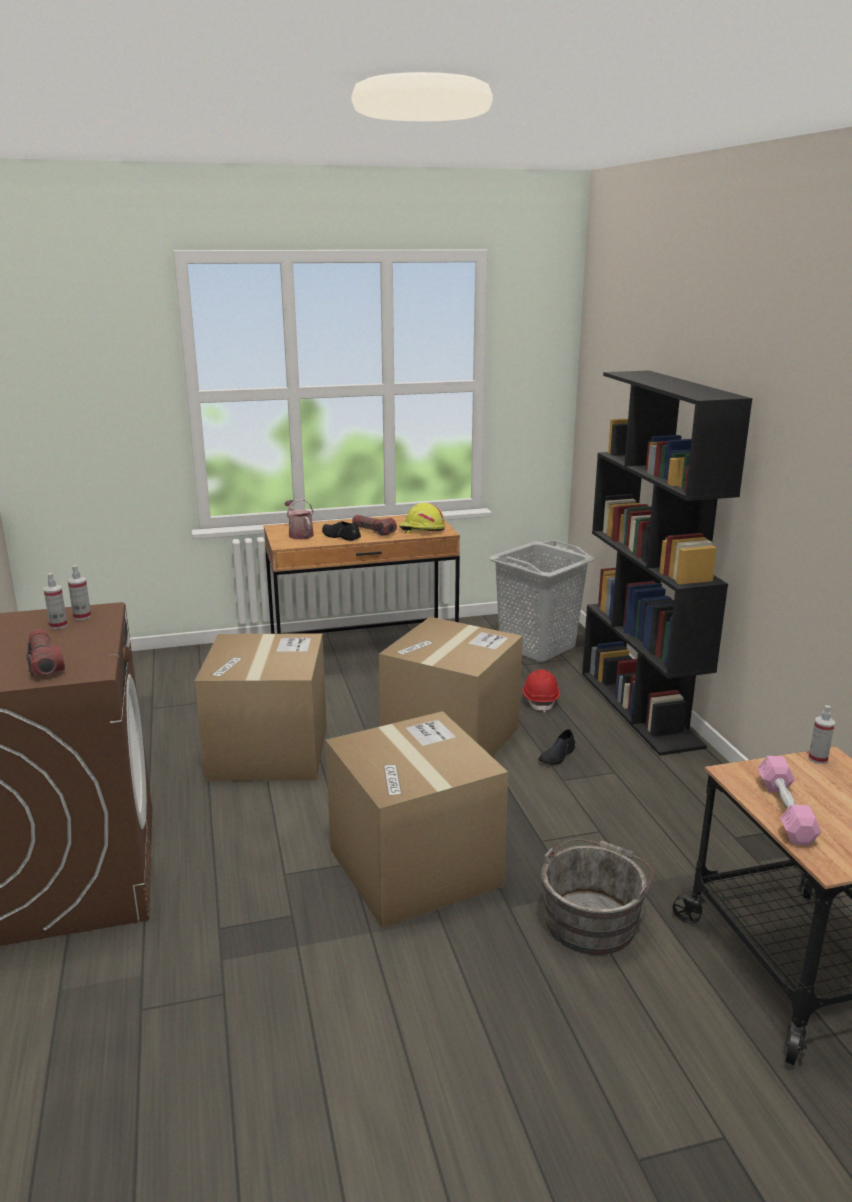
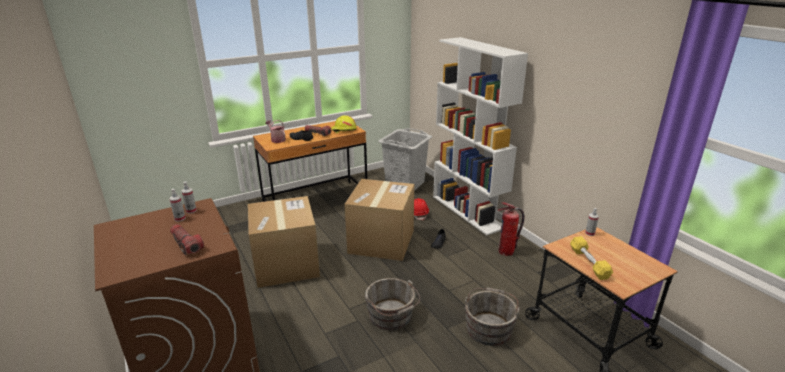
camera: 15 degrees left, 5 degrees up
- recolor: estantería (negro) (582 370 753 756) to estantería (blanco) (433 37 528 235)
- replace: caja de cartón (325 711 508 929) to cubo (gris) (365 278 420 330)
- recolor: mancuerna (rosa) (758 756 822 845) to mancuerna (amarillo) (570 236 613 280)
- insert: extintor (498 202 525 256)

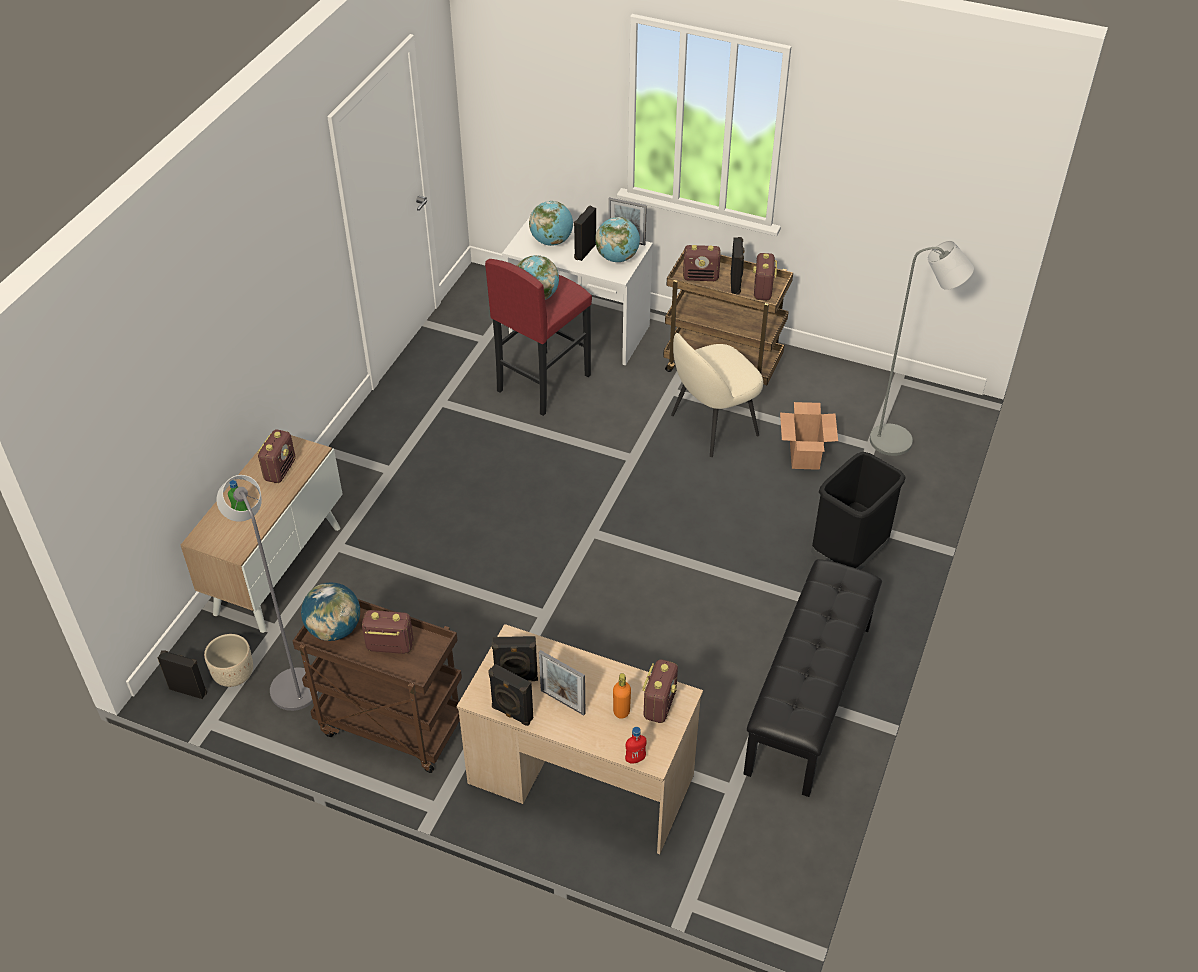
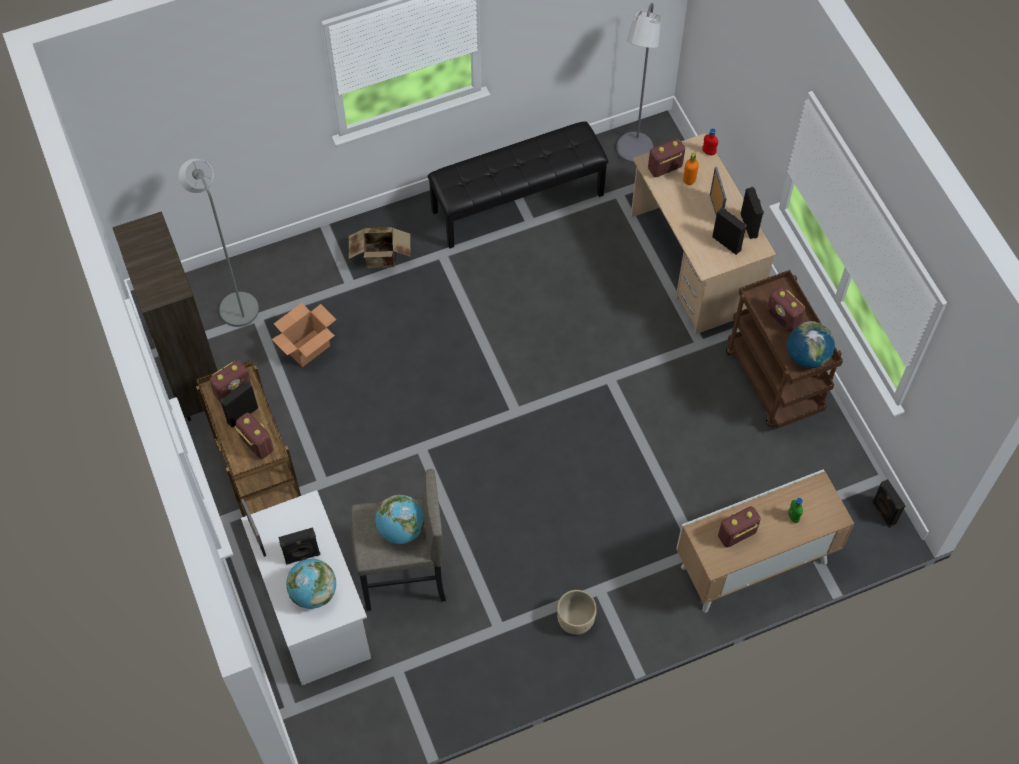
camera: 135 degrees left, 15 degrees up
- delete: globo terráqueo (595 217 640 262)
- recolor: taburete (rojo) (485 259 592 416) to taburete (gris) (351 469 446 611)
- delete: silla (beis) (671 333 763 457)
- replace: papelera (negro) (811 452 905 570) to caja de cartón (349 227 411 268)
- move: lámpara de pie (gris) (217 475 320 711) to (616 3 662 163)
- move: maceta (beis) (204 634 253 687) to (557 590 597 635)
- insert: estantería (marrón) (112 212 218 421)

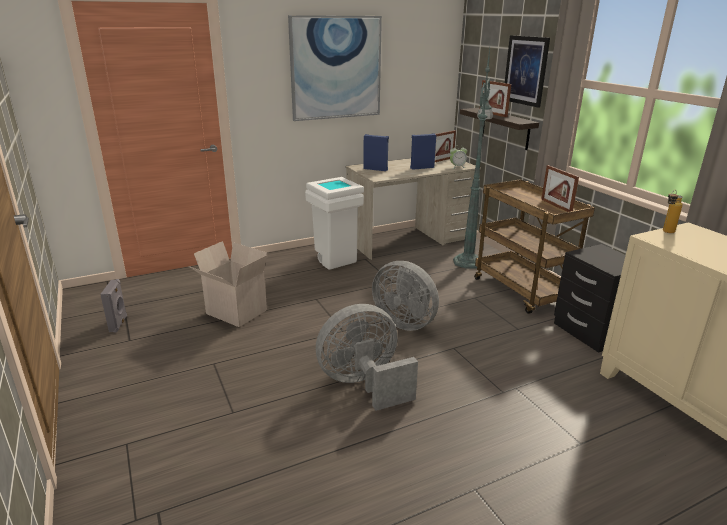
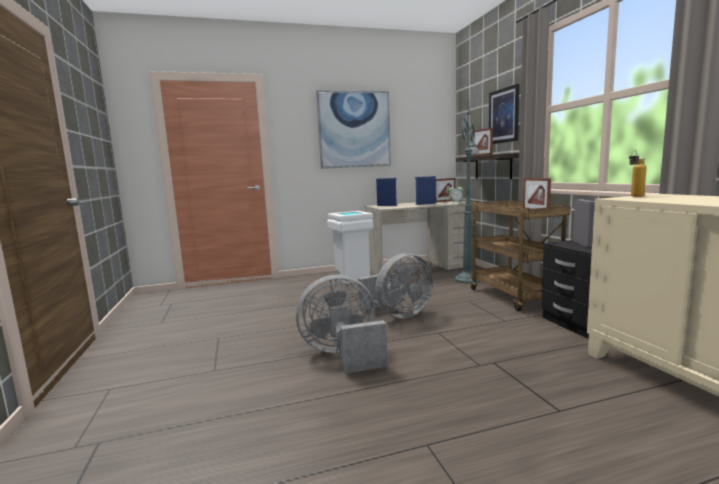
camera: 10 degrees right, 15 degrees down
- delete: caja de cartón (188 241 267 327)
- rotate: ventilador (gris) (372 261 439 331) = (358 253 433 318) 75 degrees counterclockwise
- move: altavoz (gris) (100 279 127 332) to (573 199 595 247)

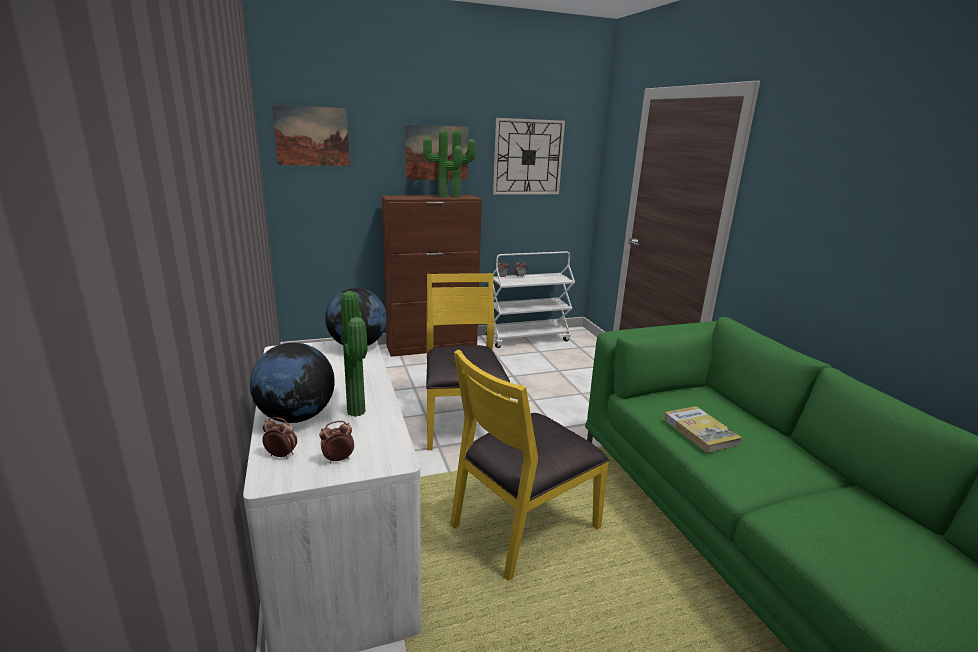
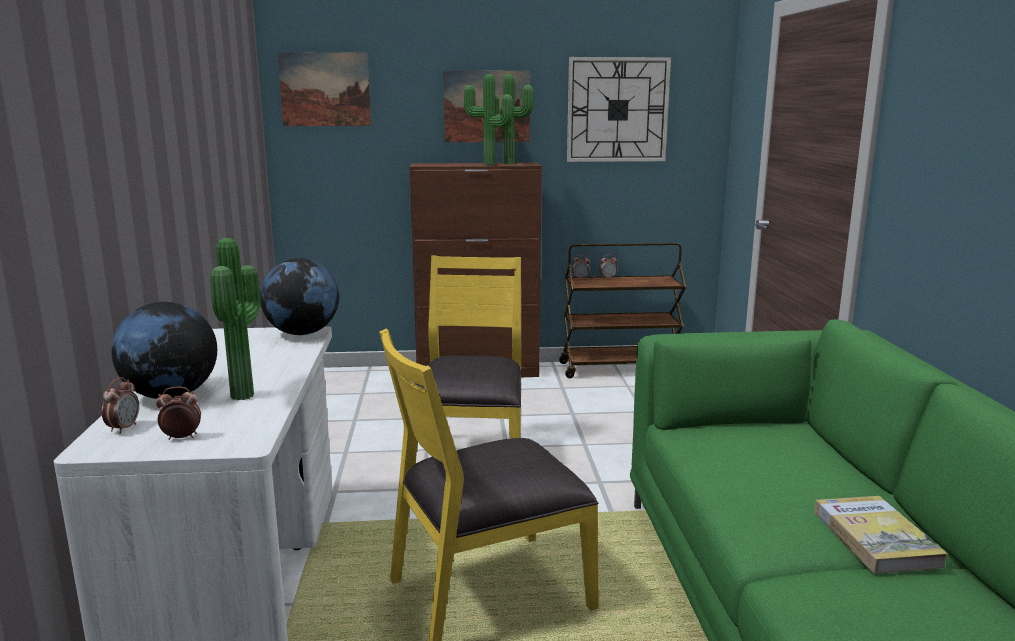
camera: 15 degrees right, 5 degrees down
- recolor: carrito (blanco) (486 251 575 348) to carrito (marrón) (559 243 686 378)
- move: libro (664 406 742 453) to (814 496 948 574)
- rotate: despertador (262 417 297 459) = (102 377 139 434) 75 degrees clockwise

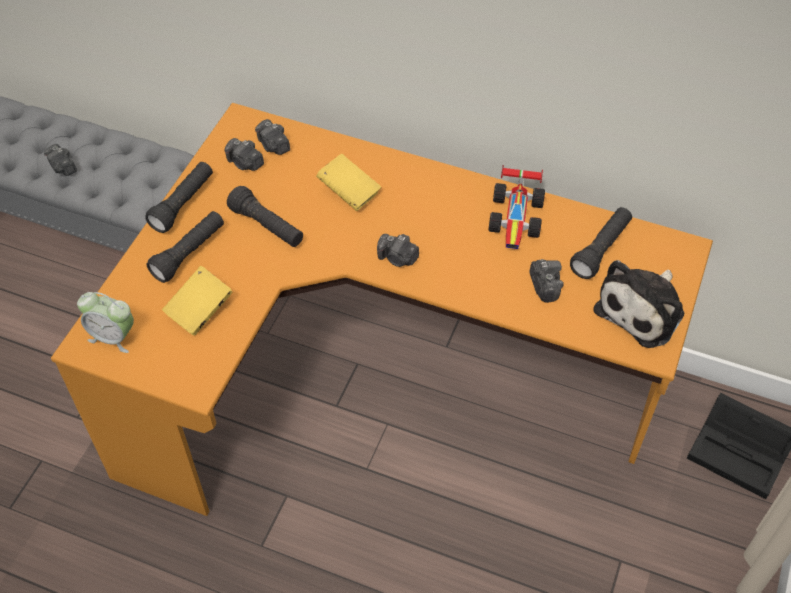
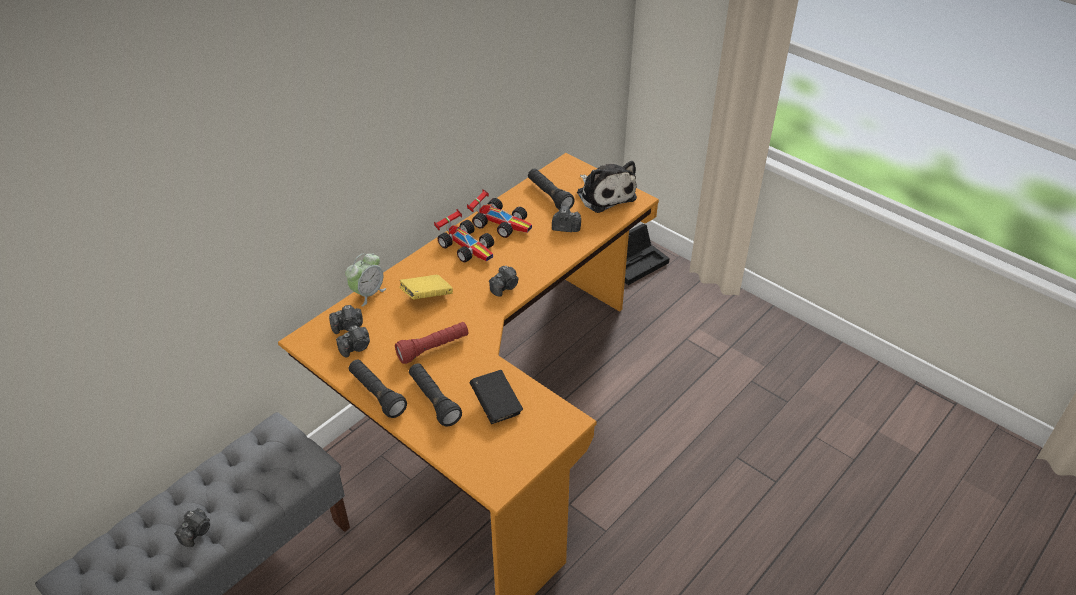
camera: 70 degrees left, 10 degrees down
- rotate: cámara (44 144 77 176) = (175 508 210 547) 45 degrees counterclockwise
- recolor: linterna (negro) (227 186 303 247) to linterna (rojo) (395 322 468 364)
- recolor: libro (amarillo) (162 266 232 336) to libro (negro) (469 370 523 424)
- move: despertador (77 292 134 353) to (345 253 386 306)
- insert: coche de juguete (434 209 494 262)

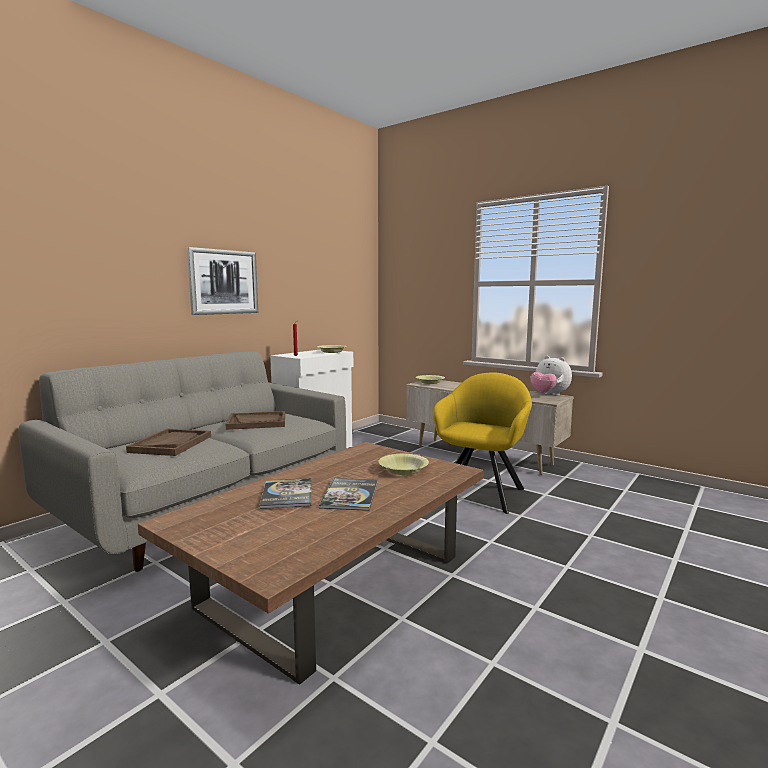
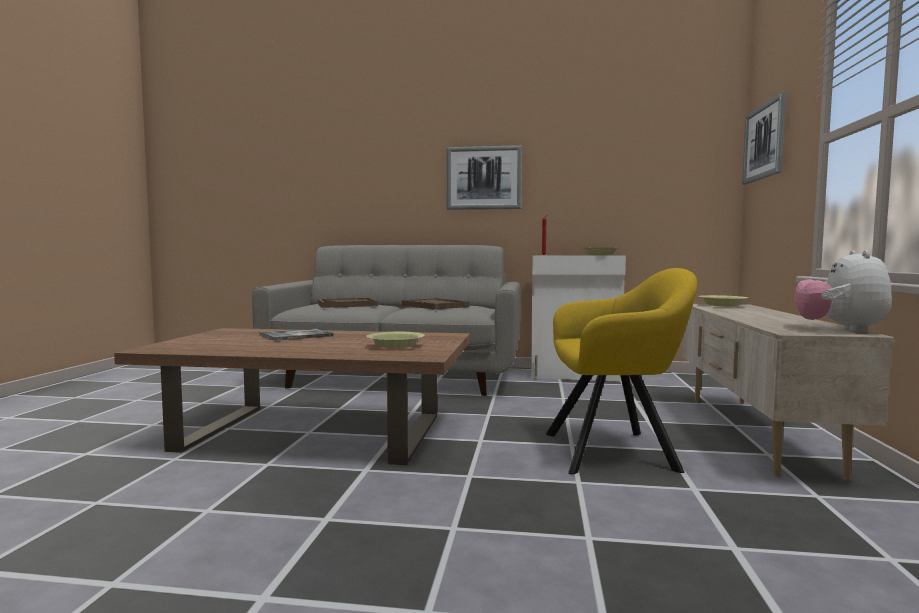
camera: 60 degrees right, 5 degrees down
- delete: libro (319 478 378 511)
- insert: cuadro (742 92 786 185)

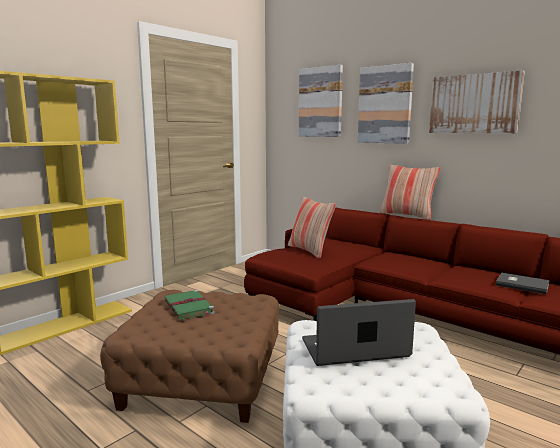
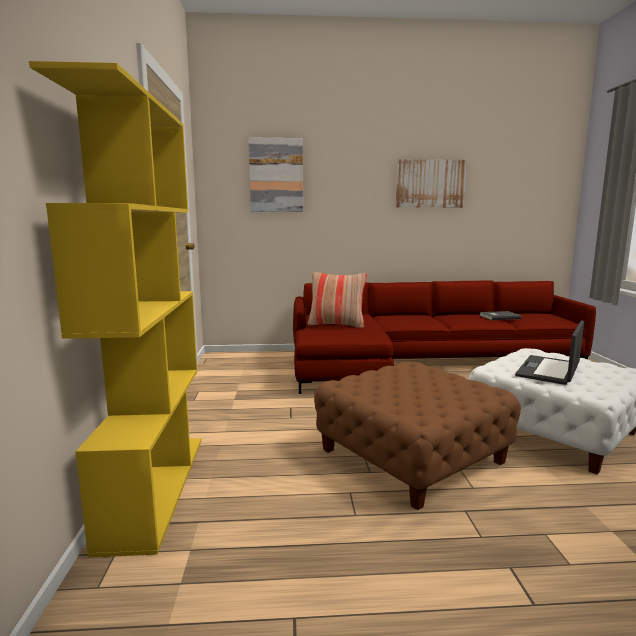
camera: 45 degrees left, 0 degrees up
- delete: cuadro (358 63 414 144)
- delete: cojín (379 165 440 220)
- delete: libro (verde) (164 290 215 319)

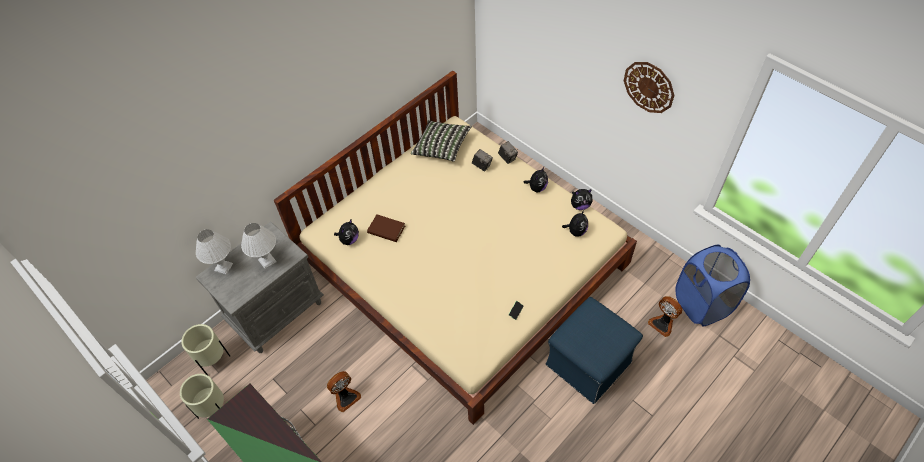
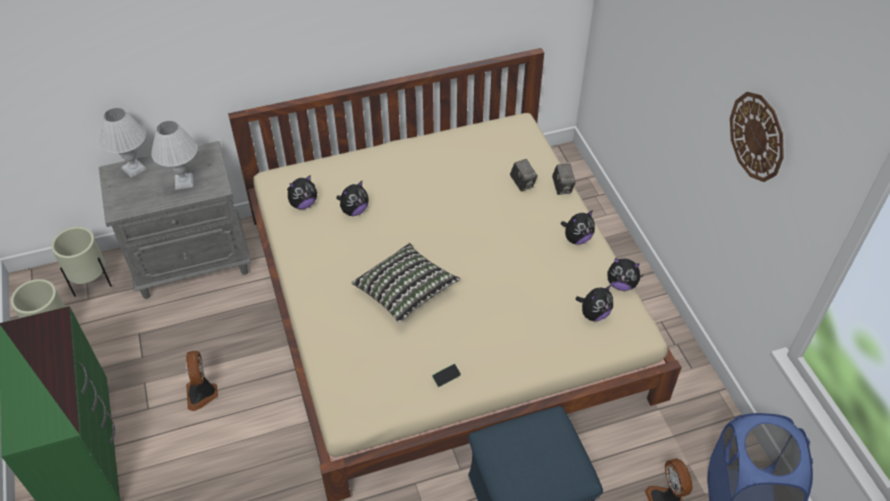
camera: 25 degrees right, 5 degrees down
- move: cojín (411 120 472 162) to (352 243 460 323)
- replace: libro (marrón) (367 214 405 242) to peluche (336 181 369 216)
- rotate: ventilador (327 371 361 412) = (186 351 218 411) 90 degrees clockwise

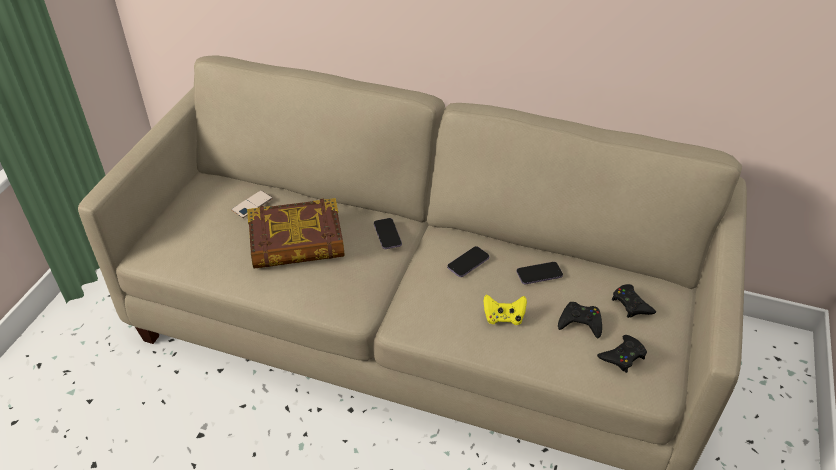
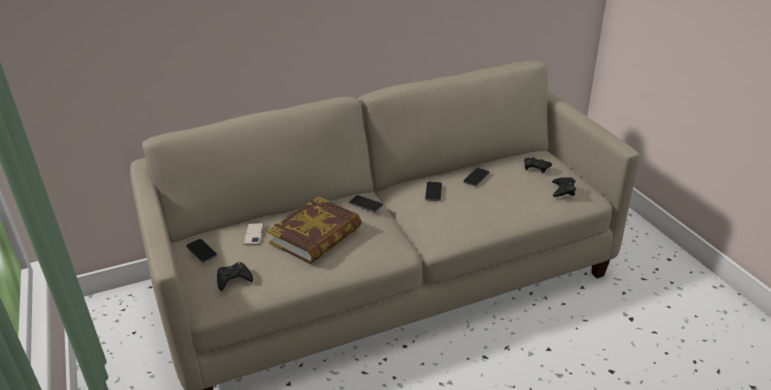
camera: 40 degrees left, 10 degrees down
- delete: mando de consola (amarillo) (483 295 527 325)
- move: mando de consola (negro) (558 302 602 339) to (217 262 253 291)
- insert: móvil (186 239 217 262)

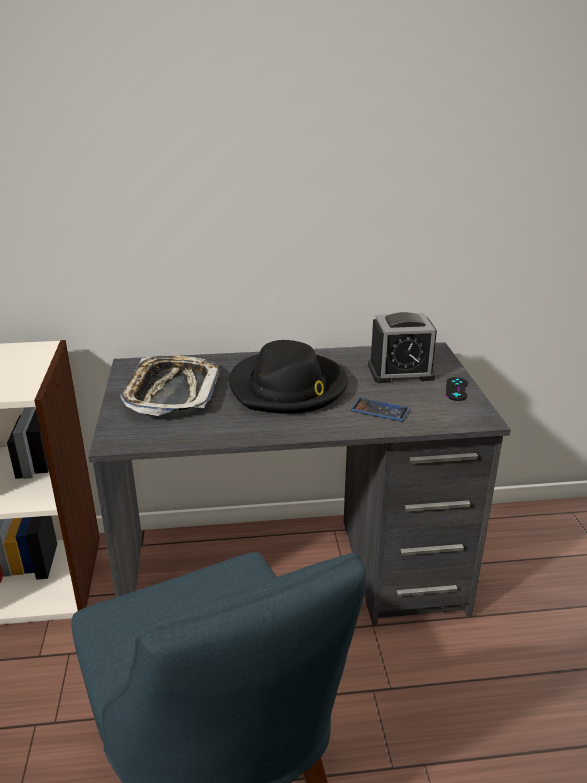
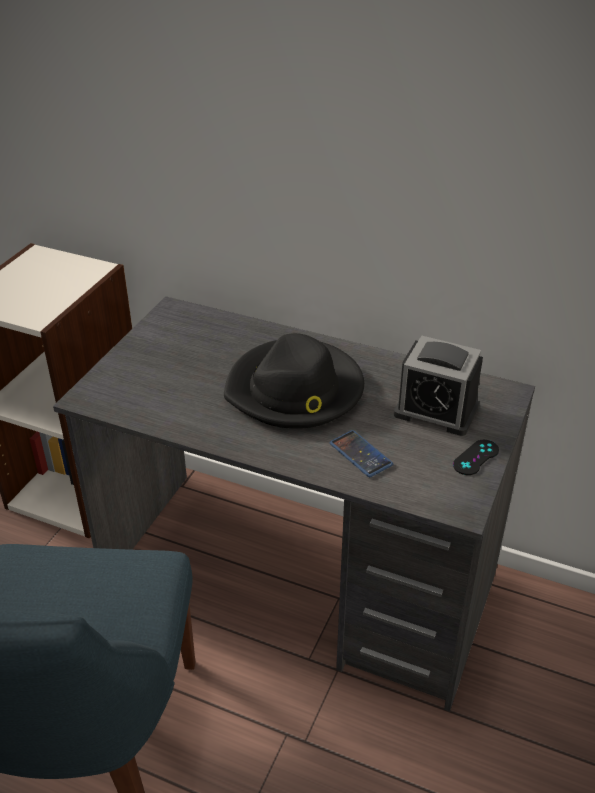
camera: 30 degrees right, 10 degrees up
- delete: bandeja (120 355 219 416)

